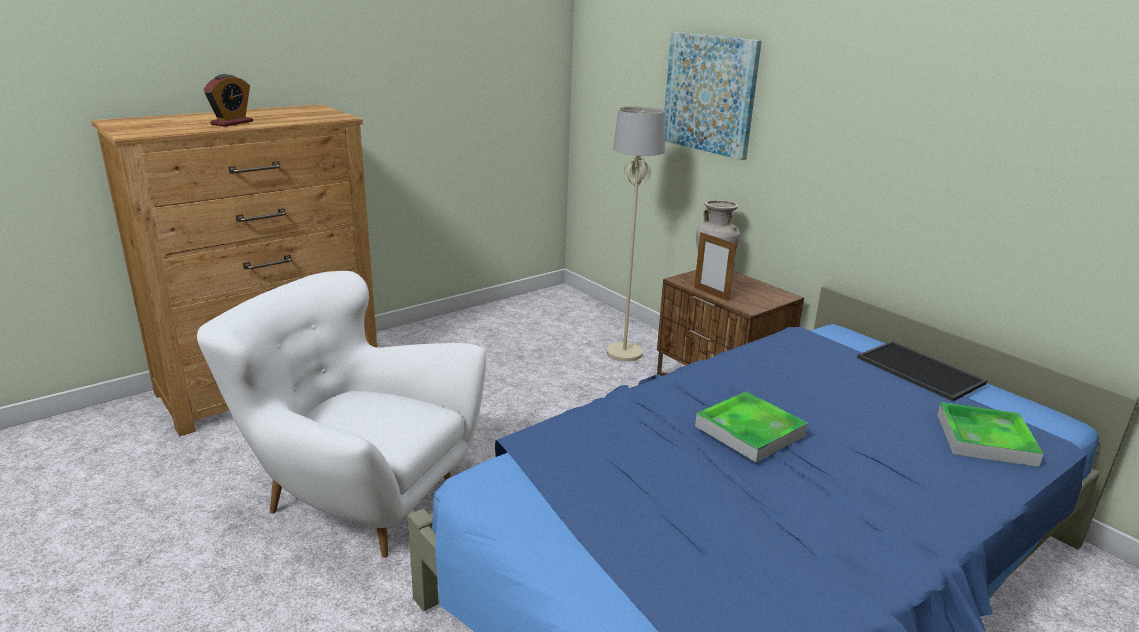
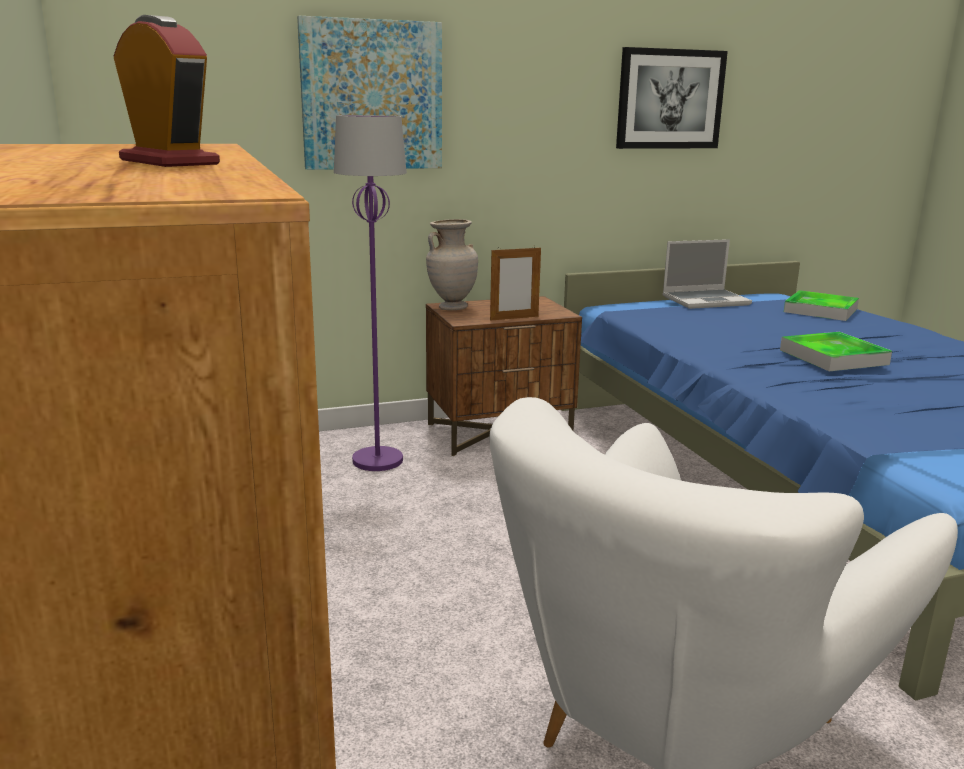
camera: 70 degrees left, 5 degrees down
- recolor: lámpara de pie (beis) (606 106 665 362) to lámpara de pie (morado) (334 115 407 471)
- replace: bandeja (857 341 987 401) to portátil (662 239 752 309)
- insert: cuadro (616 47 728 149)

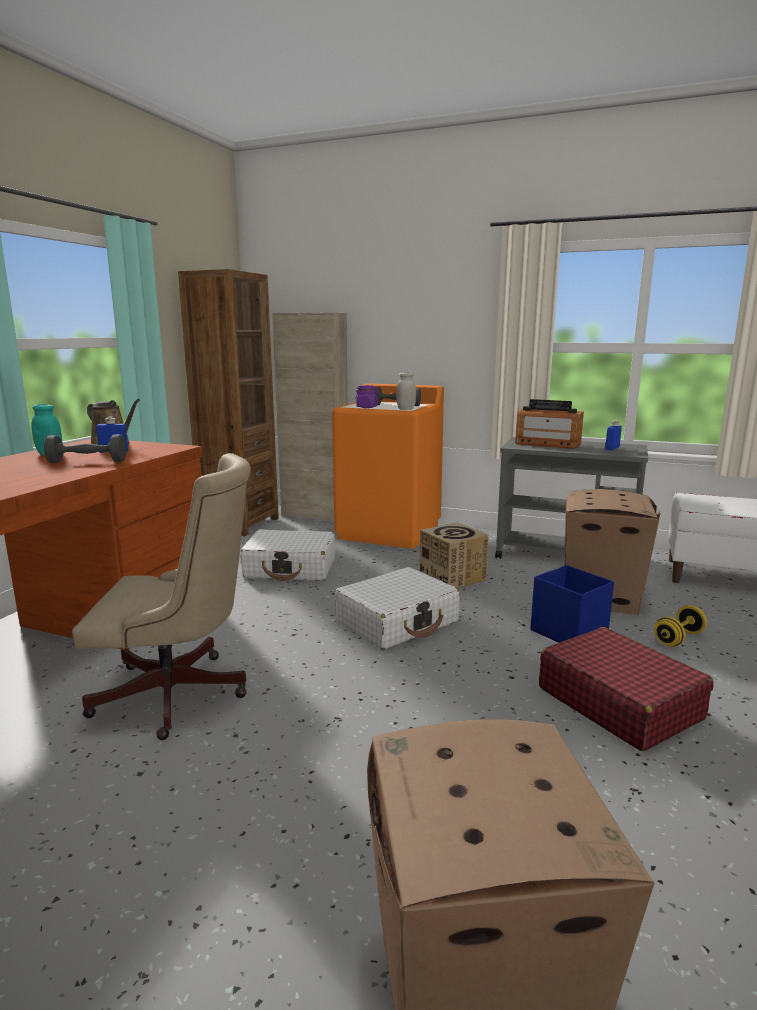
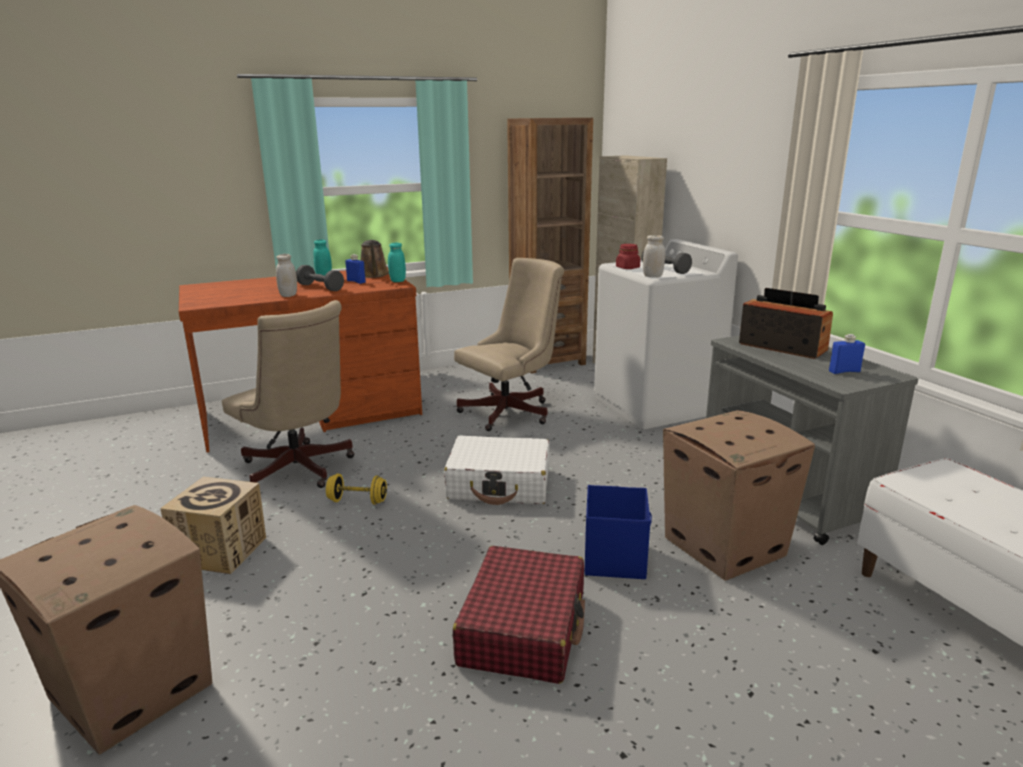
camera: 45 degrees right, 5 degrees up
- recolor: lavadora (naranja) (332 383 444 549) to lavadora (blanco) (594 239 738 429)
- recolor: tarro (morado) (355 385 379 408) to tarro (rojo) (616 244 640 269)
- rotate: radio (515 399 584 449) = (739 288 833 359) 150 degrees clockwise
- move: caja de cartón (419 522 489 588) to (160 477 266 574)
- replace: maleta (blanco) (240 529 335 581) to silla de oficina (beis) (454 258 564 431)
- move: mancuerna (amarillo) (654 605 707 647) to (326 474 387 504)
- insert: tarro (turquesa) (388 243 406 282)
- insert: tarro (blanco) (276 254 297 297)

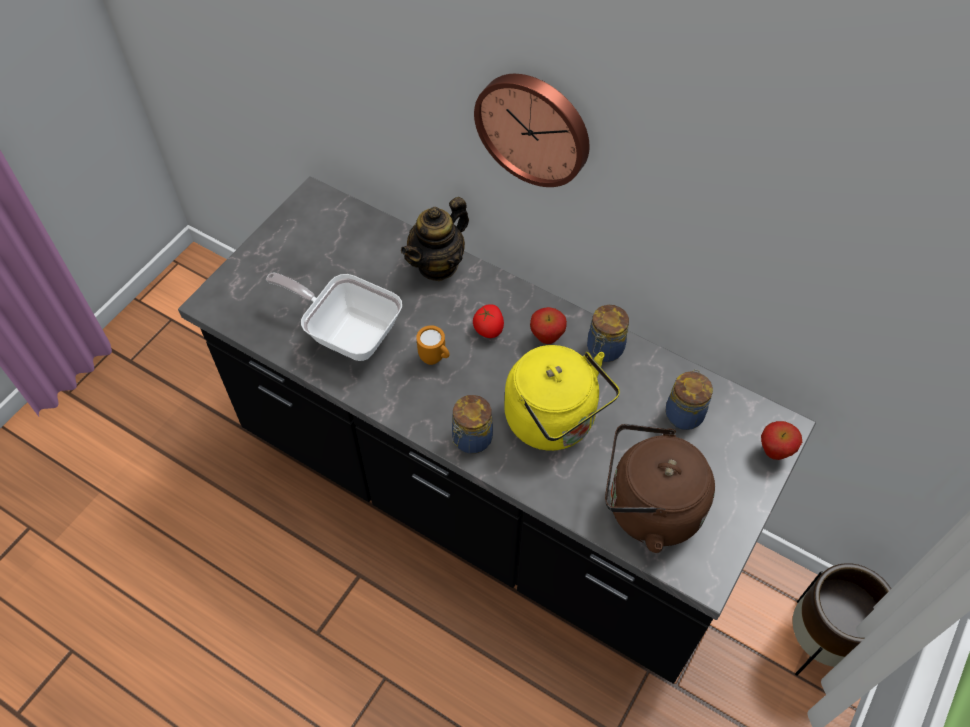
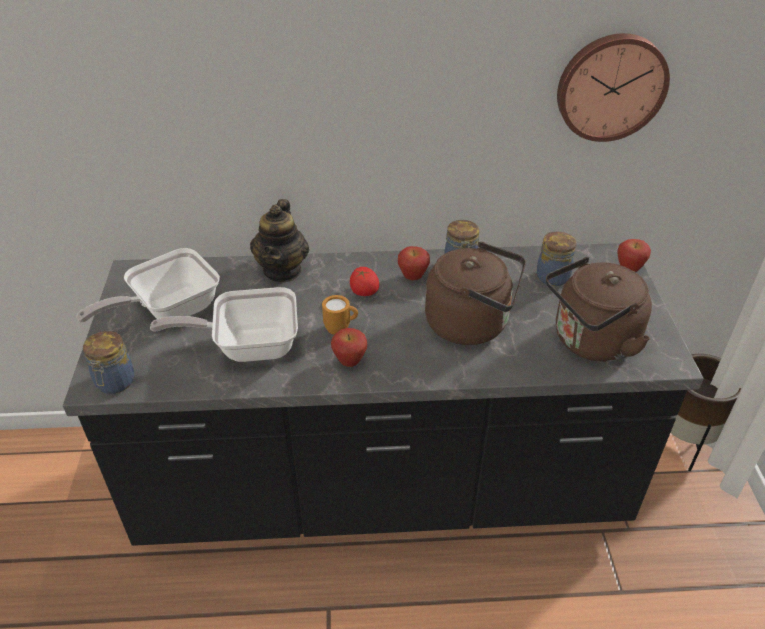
camera: 35 degrees left, 15 degrees down
- move: reloj de pared (474 74 590 187) to (557 33 670 142)
- recolor: hervidor (amarillo) (504 345 620 451) to hervidor (marrón) (425 242 526 345)
- move: tarro (452 395 493 454) to (83 331 135 394)
- insert: sartén (77 248 220 323)
- insert: manzana (331 328 367 367)

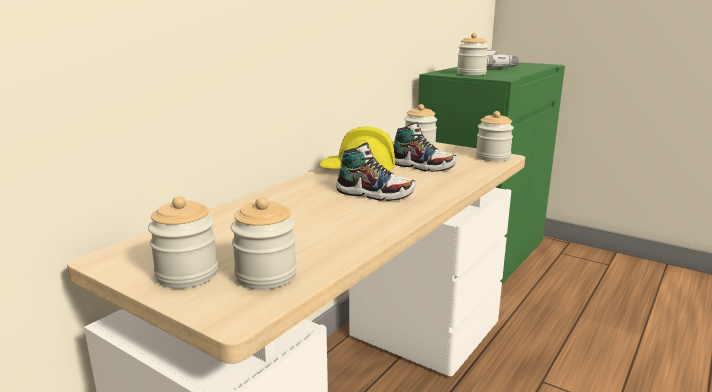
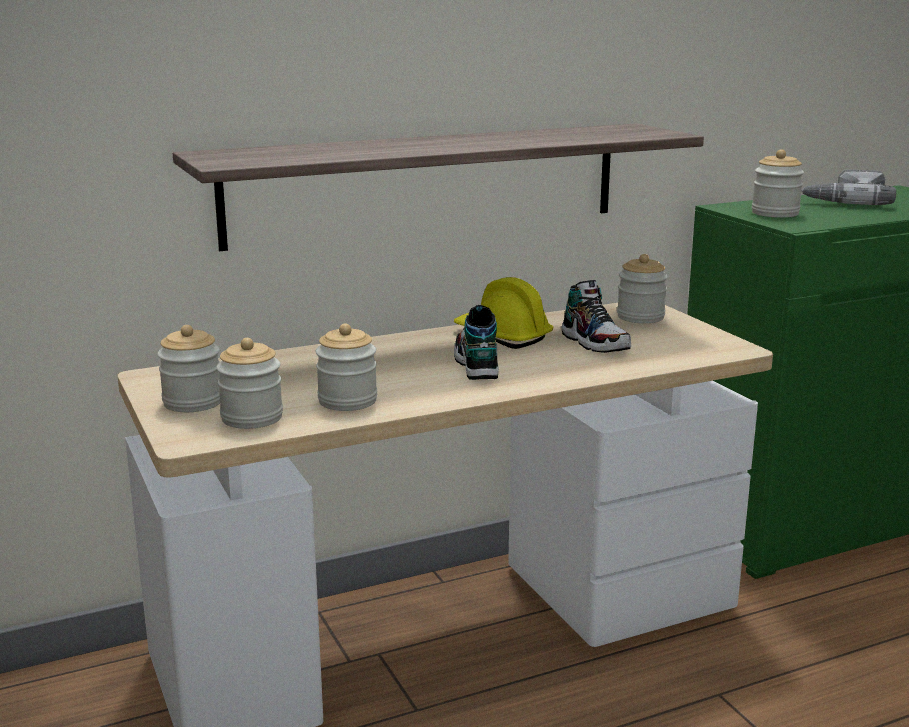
camera: 30 degrees right, 0 degrees up
- move: tarro (476 111 514 161) to (316 324 377 411)
- rotate: zapato (336 143 416 201) = (454 305 499 380) 150 degrees counterclockwise
- insert: estante (173 123 704 251)

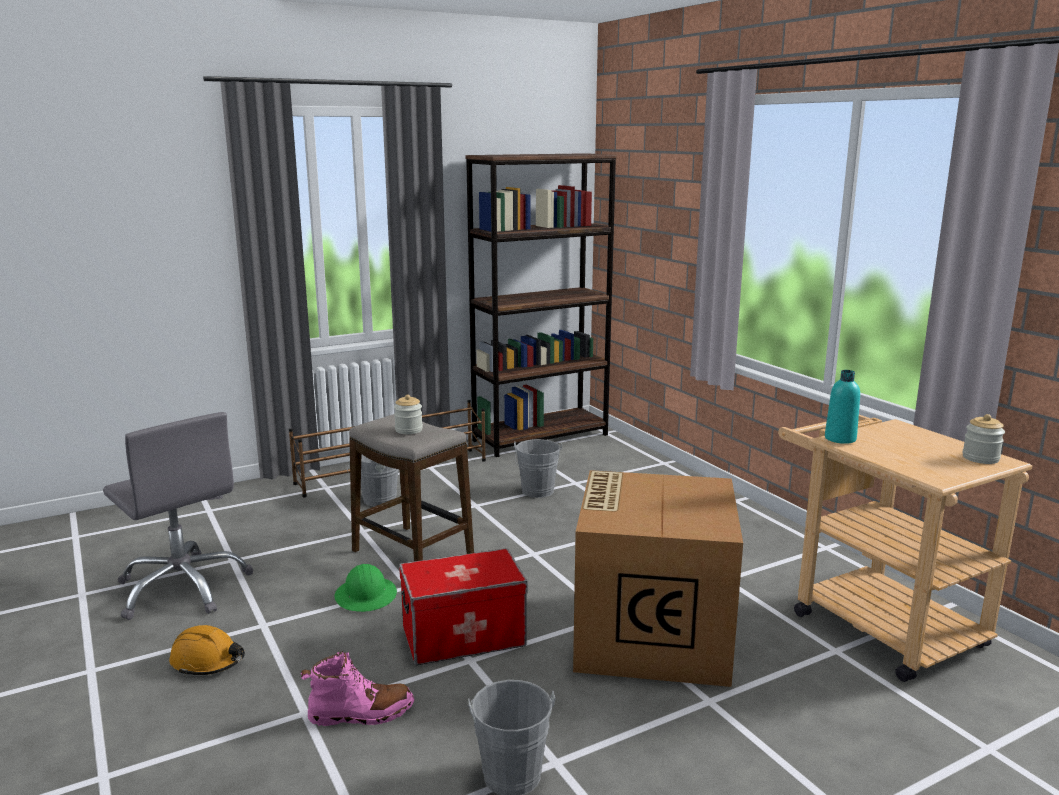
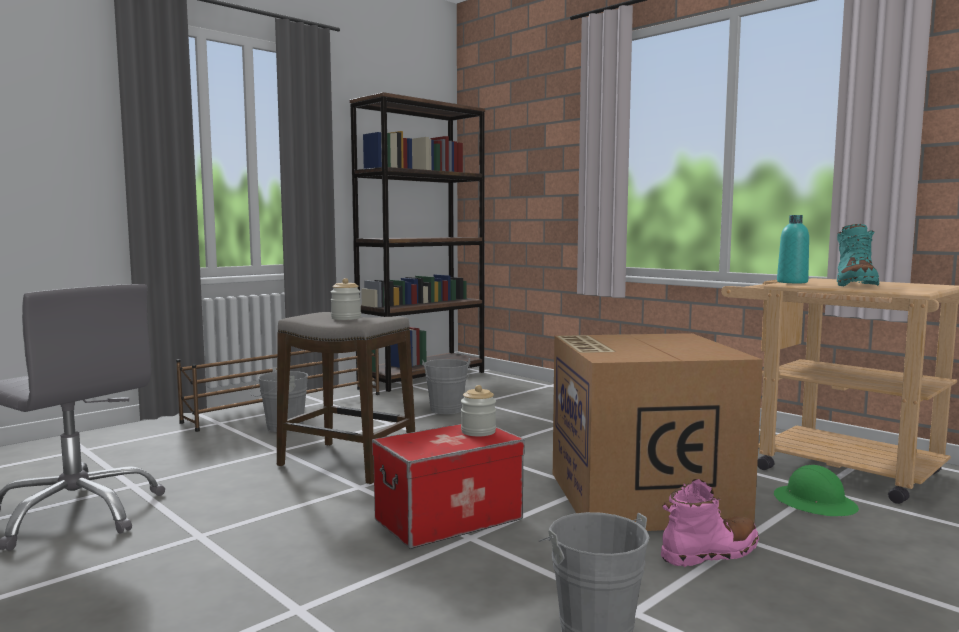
camera: 15 degrees left, 10 degrees down
- move: tarro (962 414 1005 464) to (461 385 496 436)
- move: casco (verde) (335 564 397 612) to (774 465 859 516)
- delete: casco (naranja) (169 625 245 676)
- move: bota (rosa) (301 651 415 726) to (661 479 759 568)
- insert: bota (turquesa) (837 224 879 287)

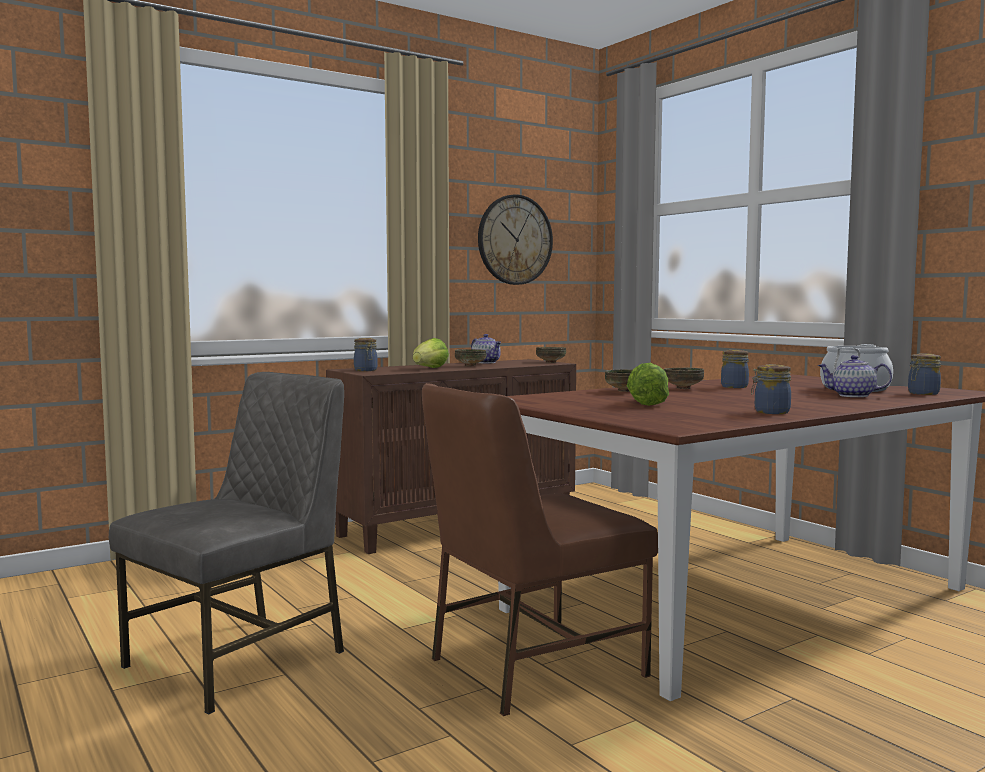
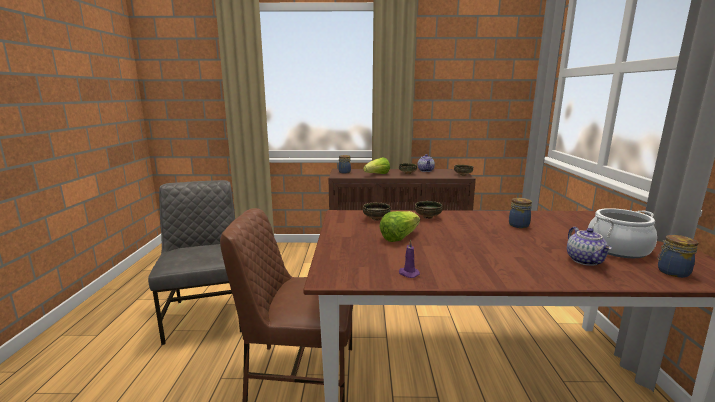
camera: 35 degrees right, 10 degrees up
- delete: reloj de pared (478 194 553 285)
- rotate: tetera (818 355 892 397) = (567 227 612 266) 150 degrees counterclockwise
- delete: tarro (751 364 791 414)
- move: cuenco (664 368 704 389) to (363 203 390 221)
- rotate: silla (gris) (109 372 344 715) = (148 180 242 345) 90 degrees counterclockwise
- insert: vela (morado) (399 239 420 278)

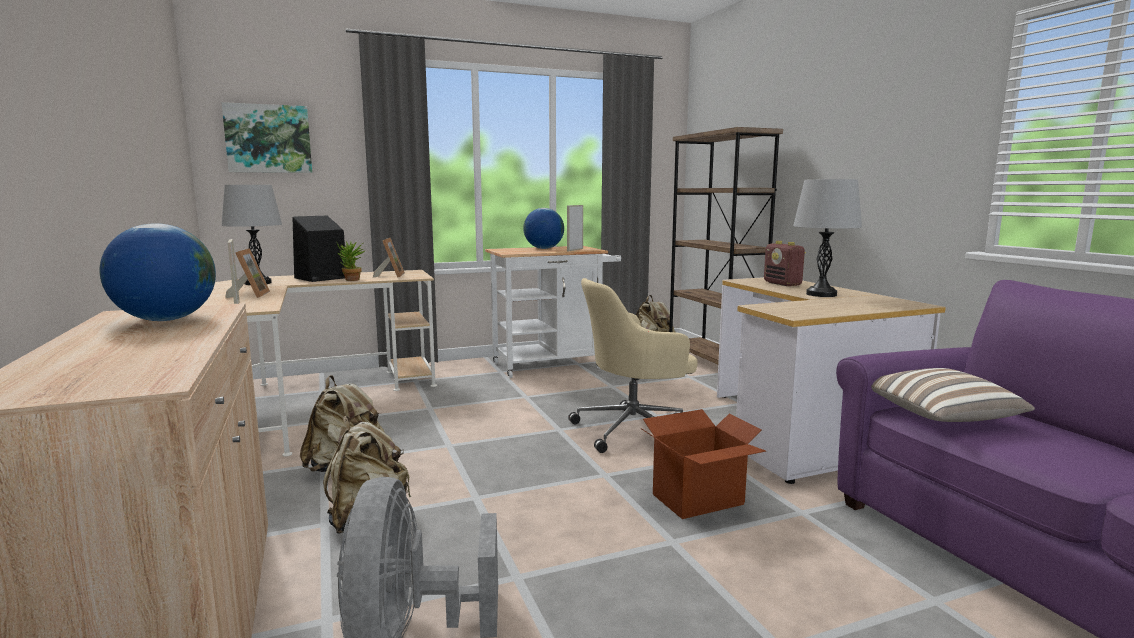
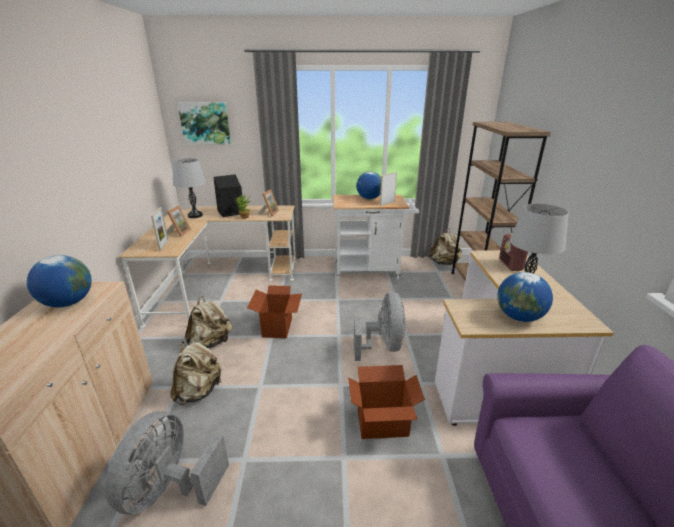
camera: 20 degrees right, 15 degrees up
- replace: silla de oficina (beis) (568 278 698 453) to ventilador (gris) (354 292 406 361)
- delete: cojín (871 368 1035 422)
- insert: globo terráqueo (497 272 553 322)
- insert: caja de cartón (247 285 302 338)

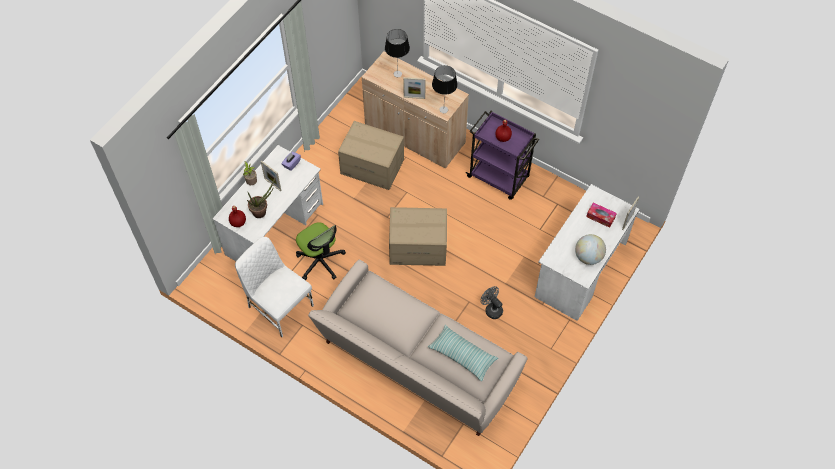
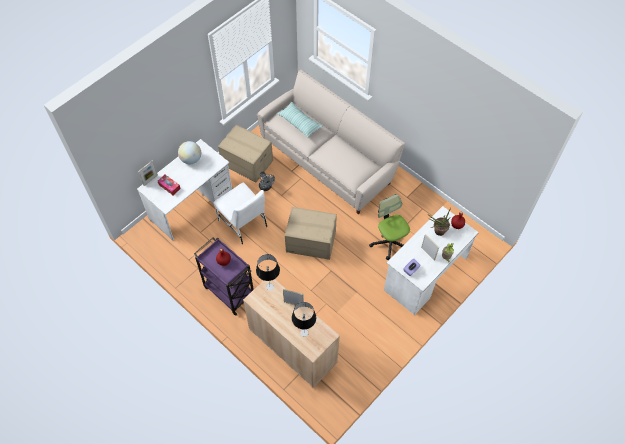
camera: 170 degrees left, 0 degrees up
- move: caja de cartón (338 121 404 190) to (218 125 273 182)
- move: silla (blanco) (235 237 314 337) to (213 182 267 244)

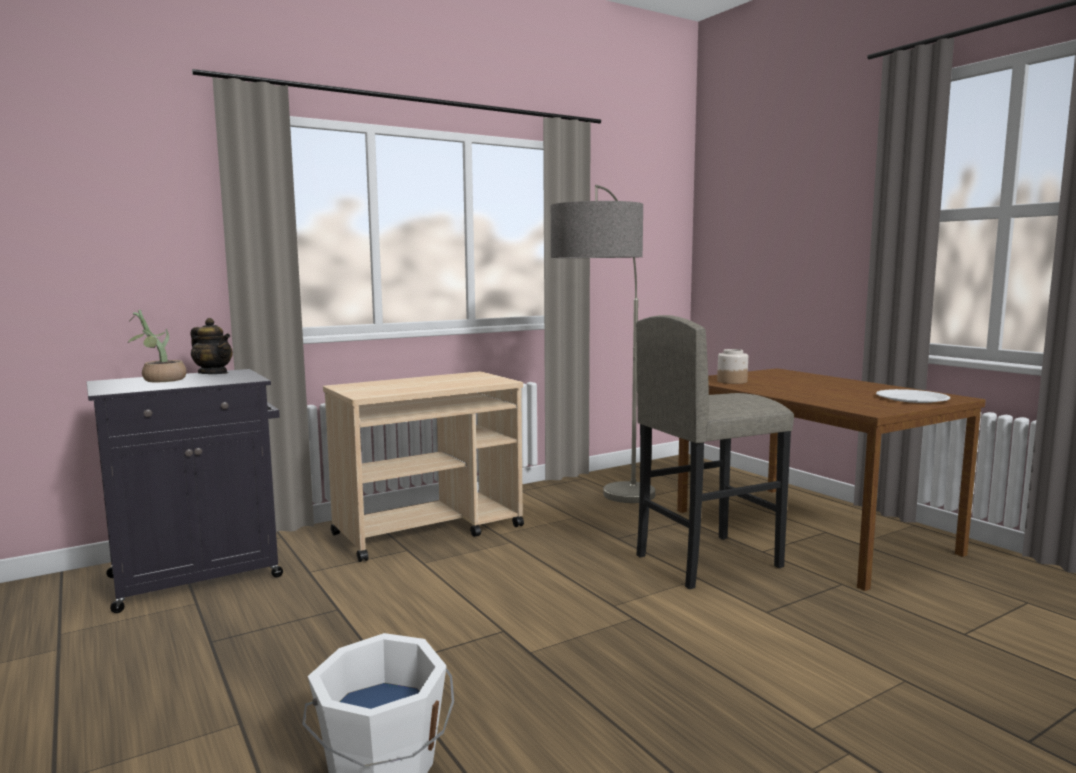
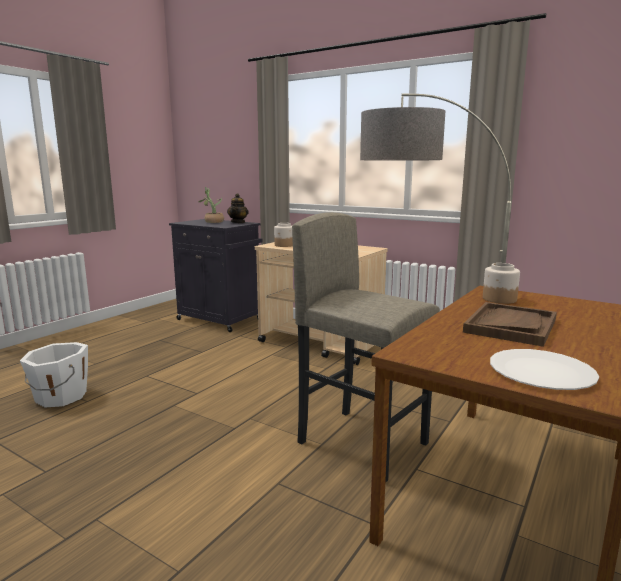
camera: 65 degrees right, 5 degrees up
- insert: tarro (274 223 293 247)
- insert: bandeja (marrón) (463 302 557 347)

